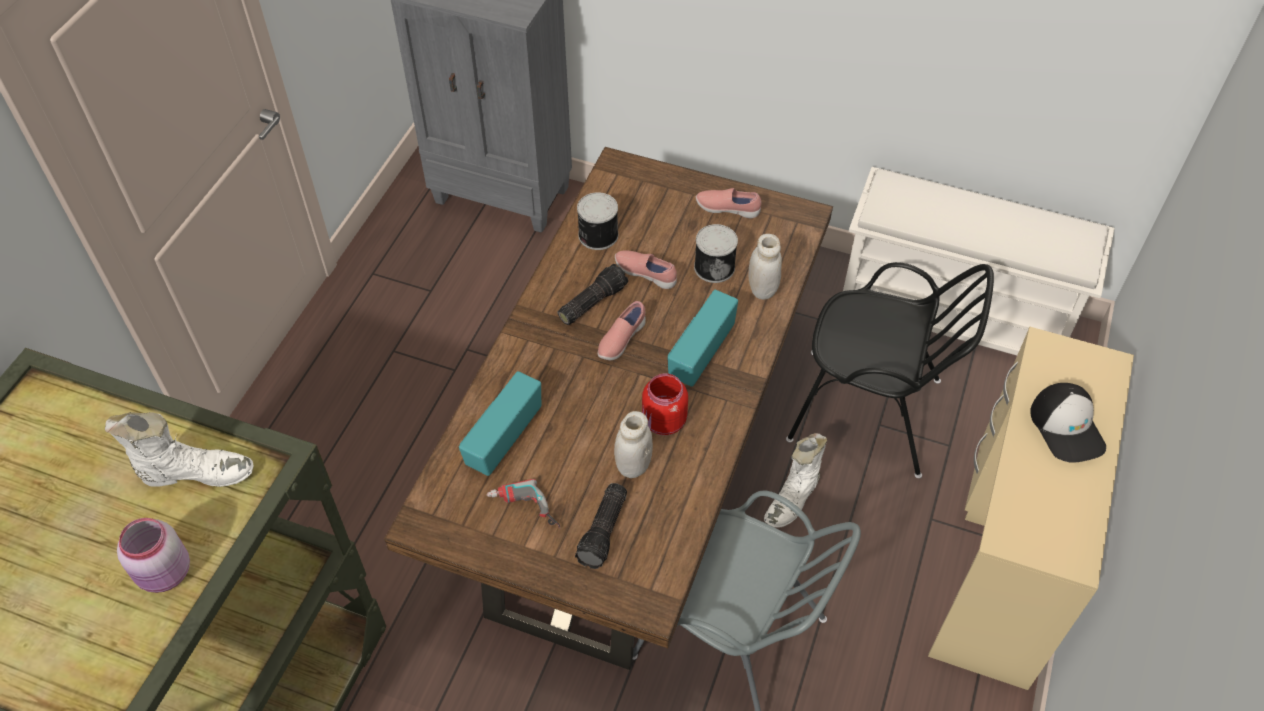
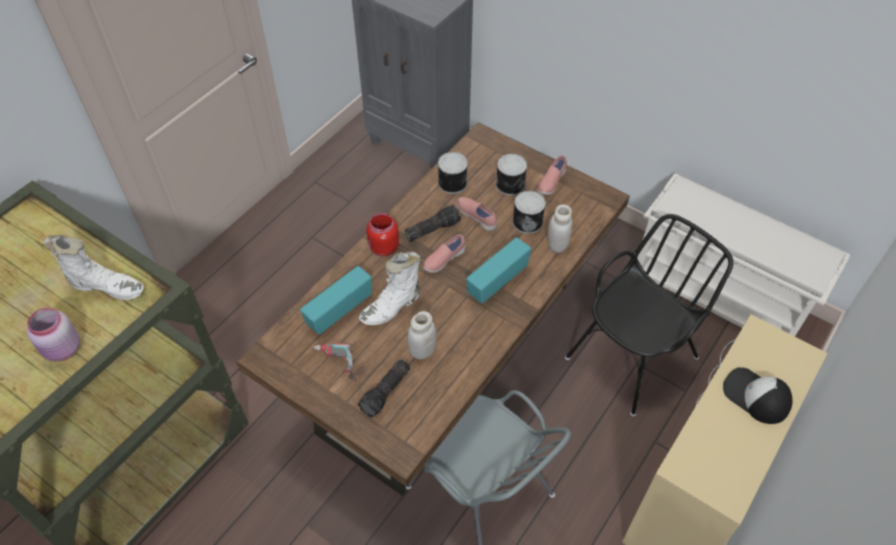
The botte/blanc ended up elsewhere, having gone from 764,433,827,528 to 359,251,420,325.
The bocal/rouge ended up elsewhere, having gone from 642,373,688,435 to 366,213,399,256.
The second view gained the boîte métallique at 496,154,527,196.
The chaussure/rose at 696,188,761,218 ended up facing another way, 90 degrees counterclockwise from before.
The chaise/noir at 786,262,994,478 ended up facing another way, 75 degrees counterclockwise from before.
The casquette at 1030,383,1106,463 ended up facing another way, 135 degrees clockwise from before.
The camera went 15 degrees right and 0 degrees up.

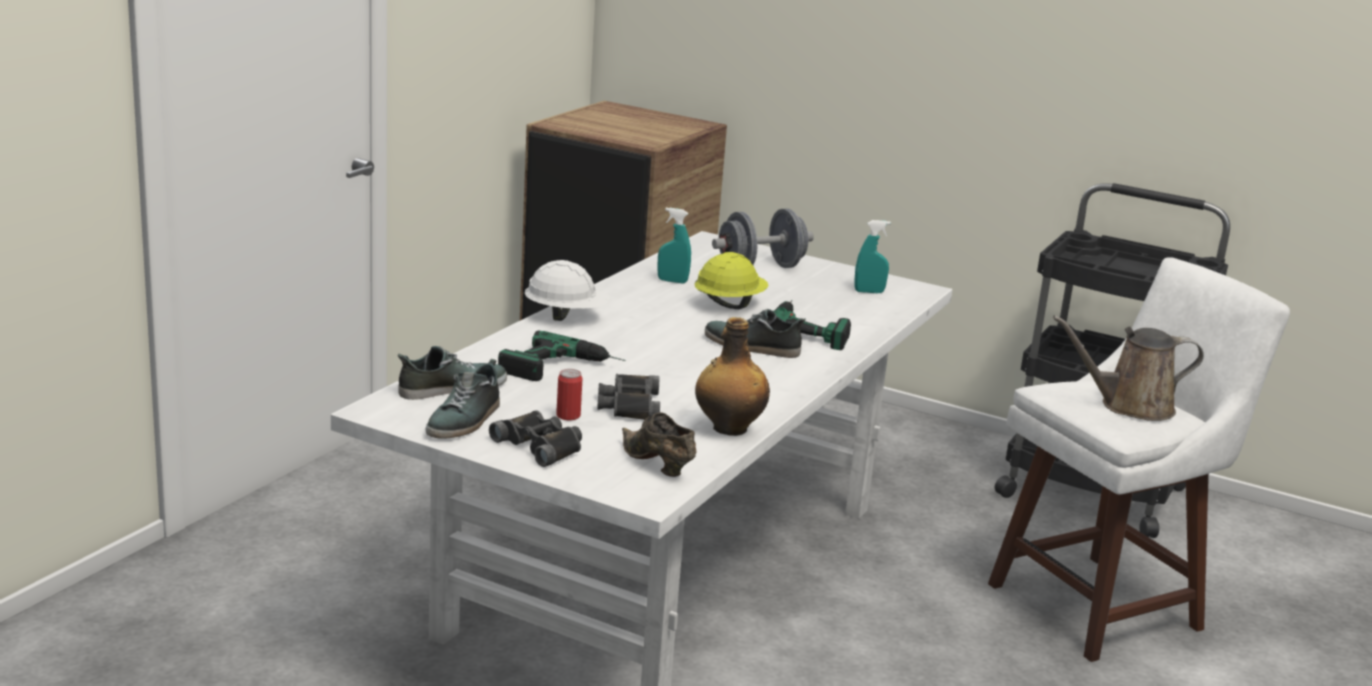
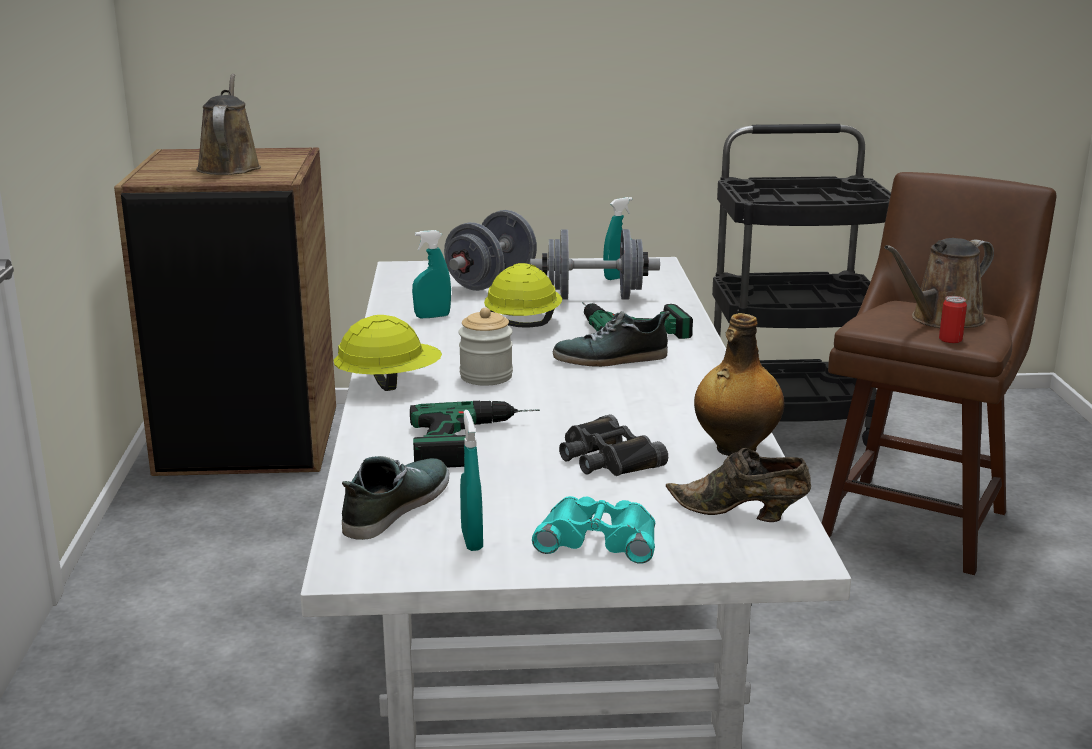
The second view gained the arrosoir/marron at 196,74,261,175.
What was the casque de chantier/blanc at 525,260,611,321 turned into the casque de chantier/jaune at 334,315,442,391.
The second view gained the bocal at 459,308,513,386.
Where the chaussure stood at 426,359,500,439, the vaporisateur/turquoise came to stand at 460,410,483,551.
The second view gained the haltère/gris at 530,229,660,300.
What was the jumelles/noir at 489,410,582,467 turned into the jumelles/turquoise at 532,496,655,564.
What was the tabouret/blanc at 988,257,1290,662 turned into the tabouret/marron at 822,172,1056,575.
The boîte métallique ended up elsewhere, having gone from 556,369,582,420 to 939,296,967,343.
The camera went 30 degrees left and 0 degrees up.

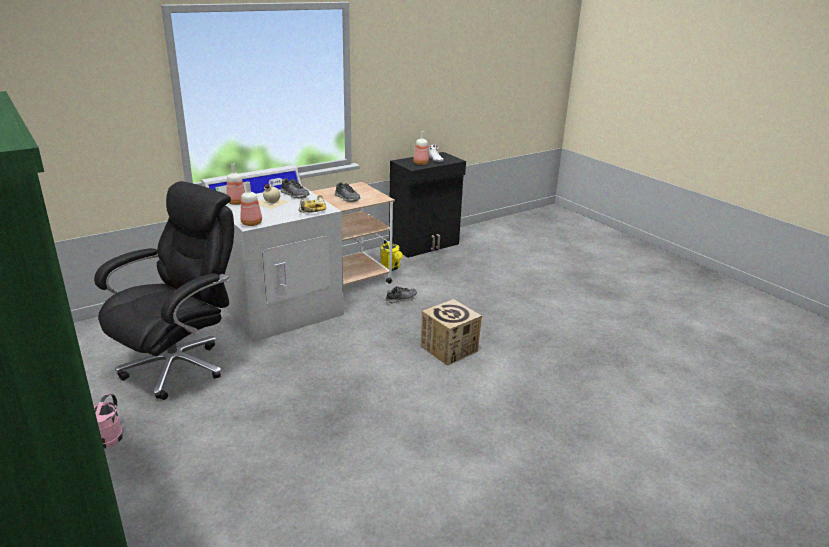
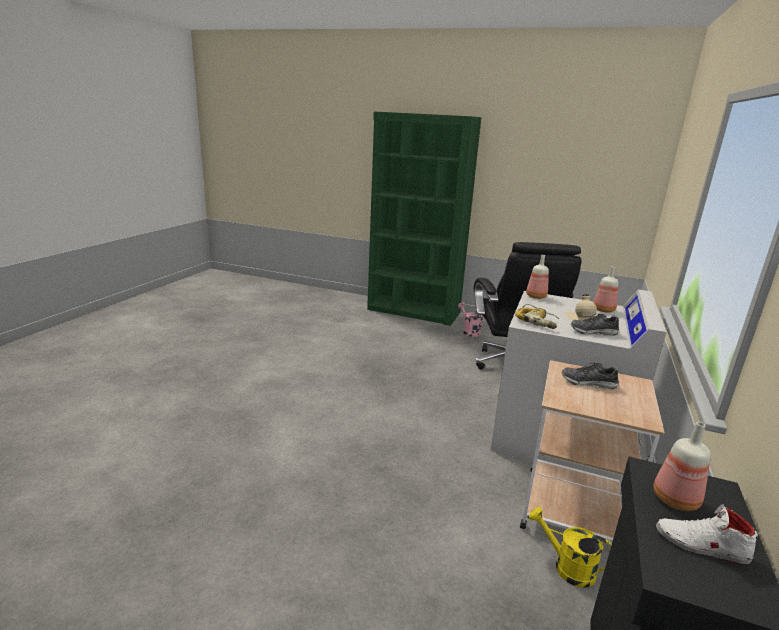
The second view lost the chaussure at 385,286,417,304.
The second view lost the carton at 421,299,482,366.
The camera went 145 degrees right and 5 degrees down.

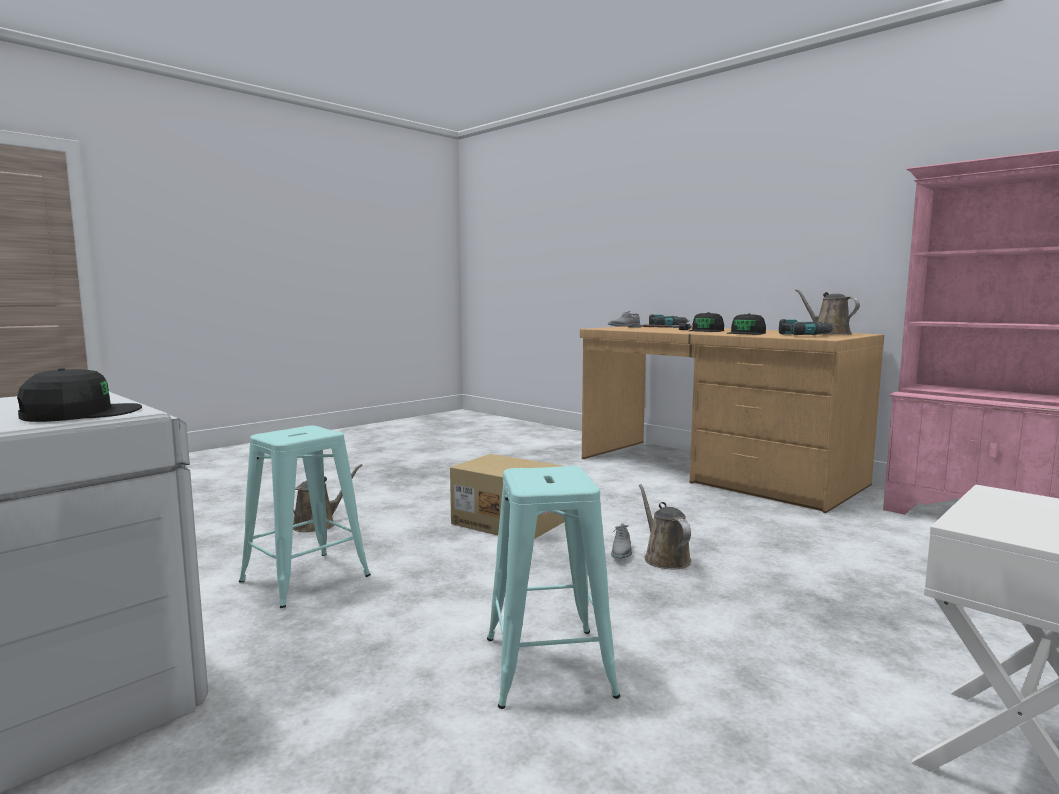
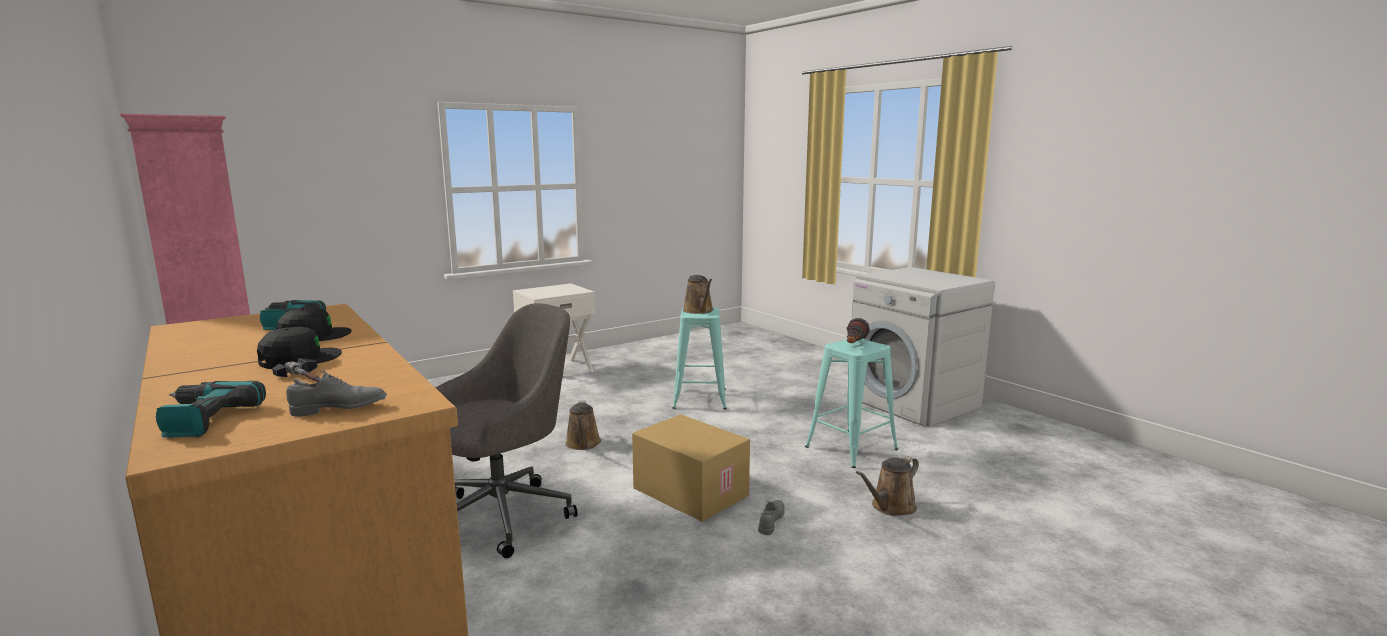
The second view gained the chaise de bureau/gris at 435,303,578,558.
The arrosoir/marron ended up elsewhere, having gone from 795,289,860,335 to 683,275,713,314.
The chaussure/gris ended up elsewhere, having gone from 611,523,632,559 to 758,500,785,535.
The second view gained the lampe de poche at 847,318,870,343.
The second view lost the casquette/noir at 17,368,142,422.
The camera went 170 degrees left and 5 degrees up.

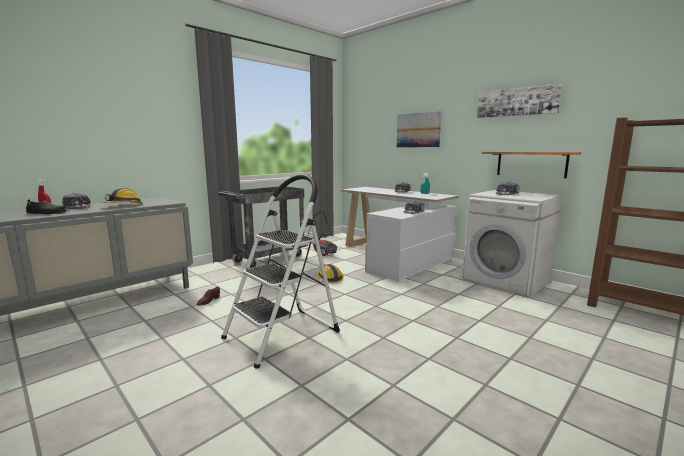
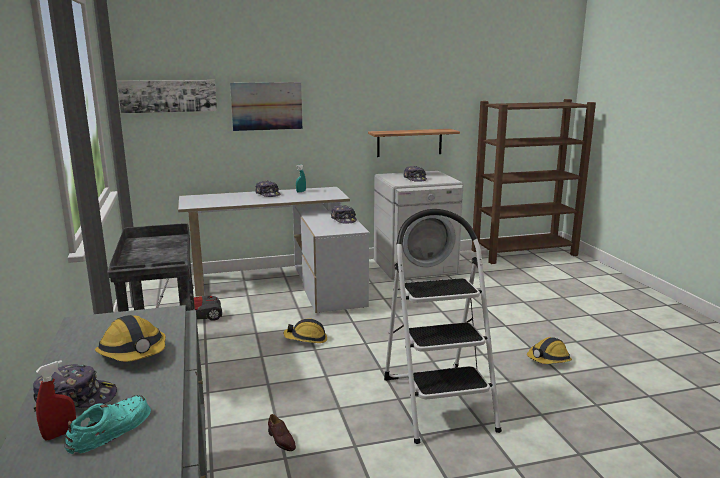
What was the chaussure/noir at 26,200,66,214 turned into the chaussure/turquoise at 64,395,151,454.
The tableau ended up elsewhere, having gone from 477,83,562,118 to 117,80,217,113.
The second view gained the casque de chantier at 527,337,572,364.
The camera went 60 degrees left and 5 degrees up.

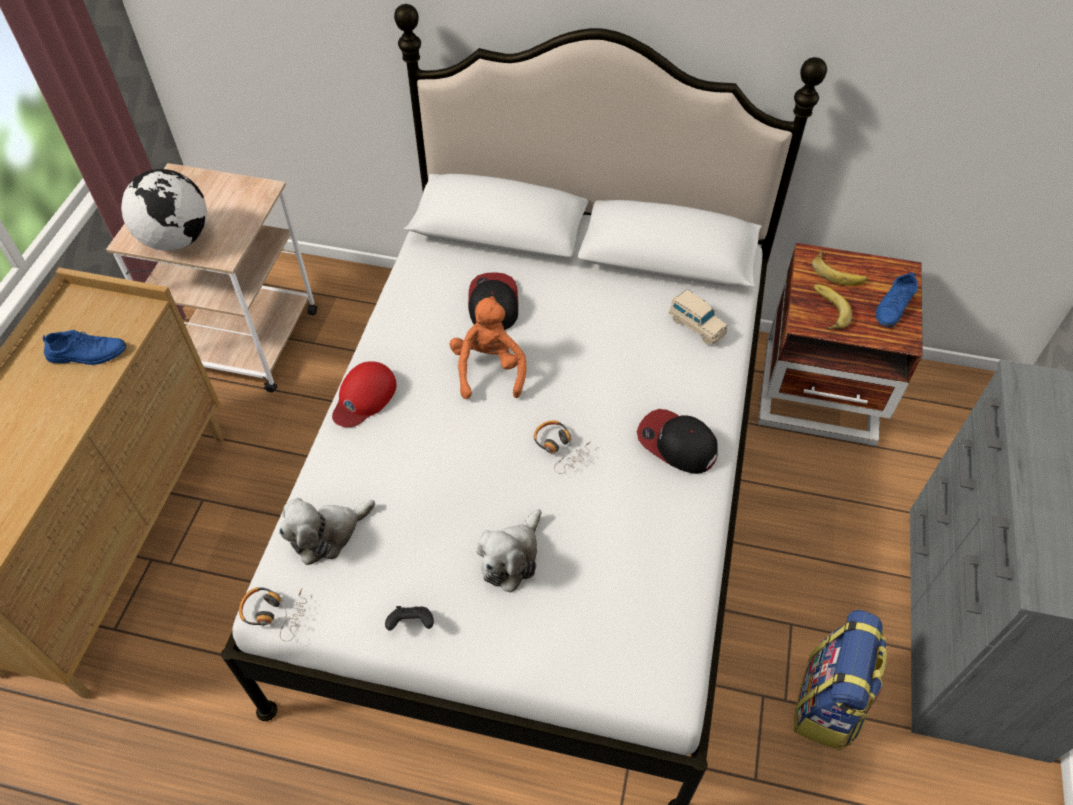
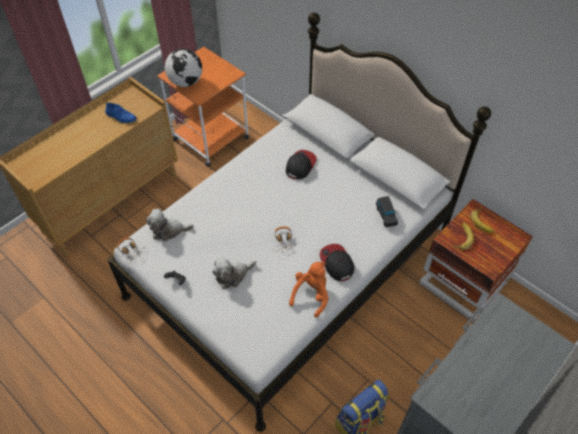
What was the chariot/beige at 106,163,318,392 turned into the chariot/orange at 157,47,249,167.
The peluche/orange ended up elsewhere, having gone from 450,296,527,399 to 289,262,329,318.
What was the petite voiture/beige at 669,290,728,345 turned into the petite voiture/noir at 376,196,398,227.
The second view lost the casquette/rouge at 332,361,397,427.
The second view lost the chaussure/bleu at 876,272,918,327.
The camera went 30 degrees right and 0 degrees up.

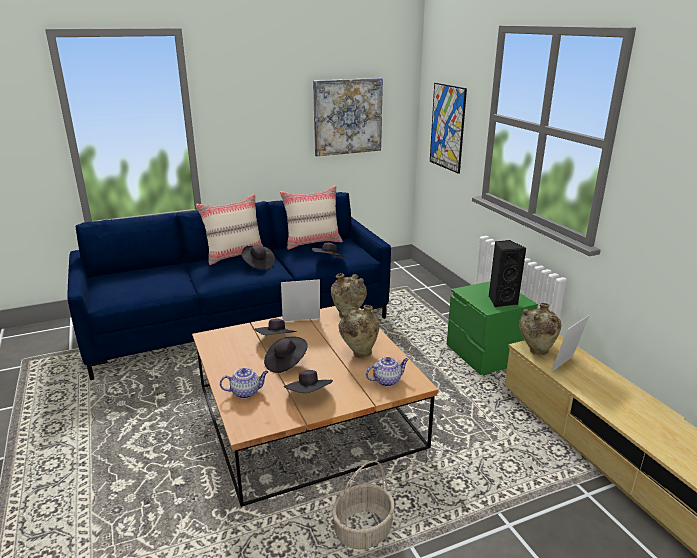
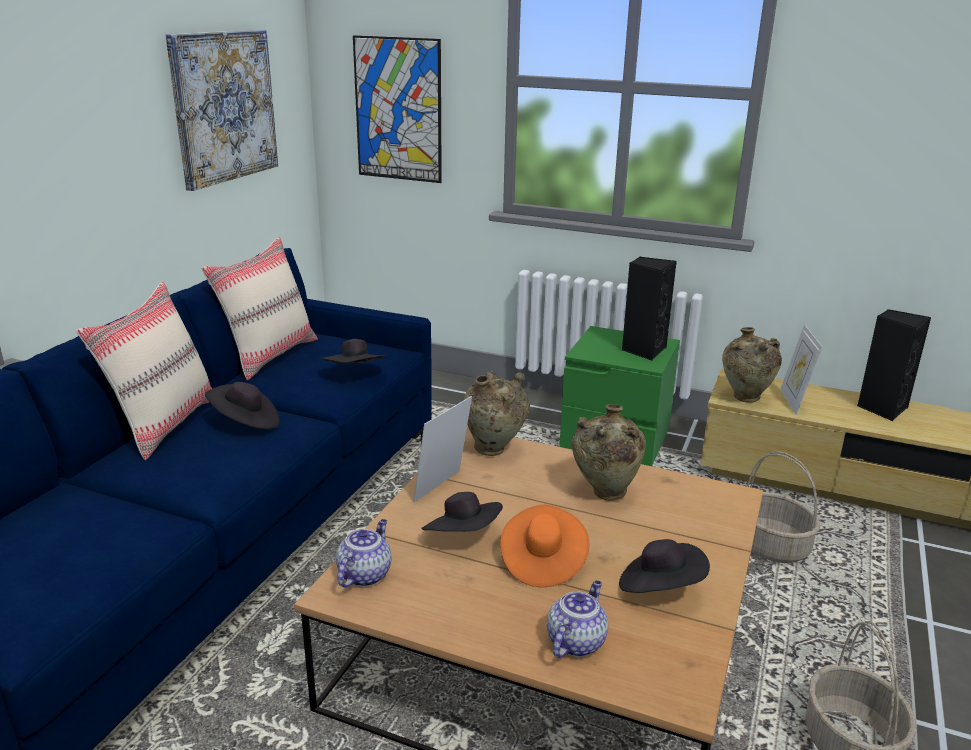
The théière ended up elsewhere, having gone from 366,357,409,386 to 336,519,391,587.
What was the chapeau/noir at 264,337,308,373 turned into the chapeau/orange at 500,505,589,587.
The second view gained the panier at 747,451,820,563.
The second view gained the enceinte/noir at 857,309,931,421.
The camera went 45 degrees left and 0 degrees up.

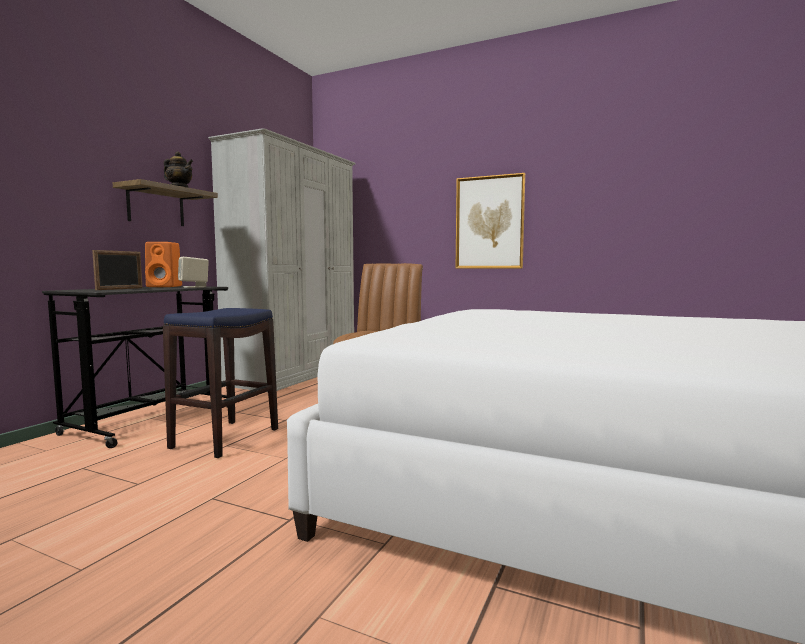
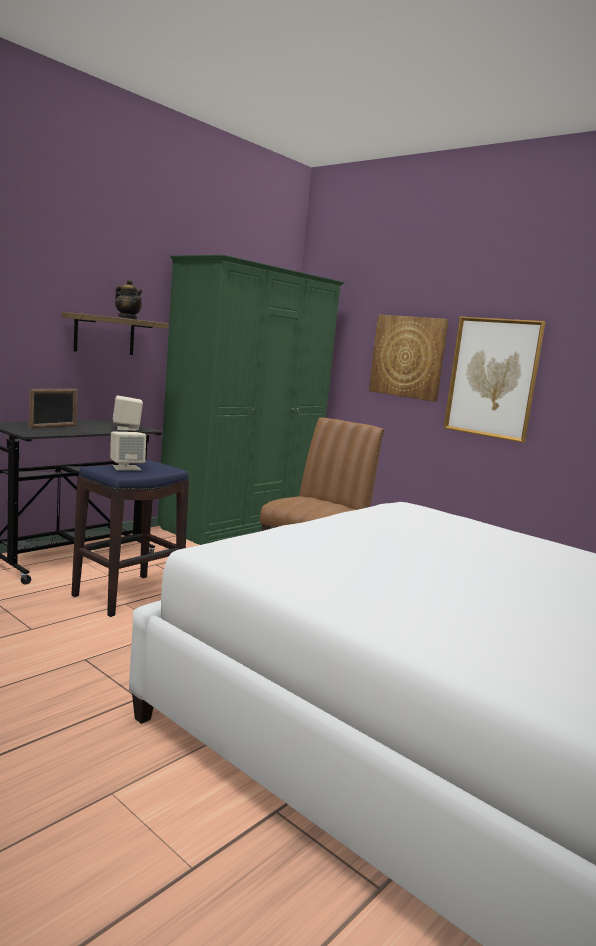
The second view gained the enceinte/beige at 110,432,146,471.
What was the armoire/blanc at 208,128,356,392 turned into the armoire/vert at 158,255,345,545.
The second view gained the tableau at 369,315,449,402.
The second view lost the enceinte/orange at 145,242,182,287.
The camera went 15 degrees right and 5 degrees up.

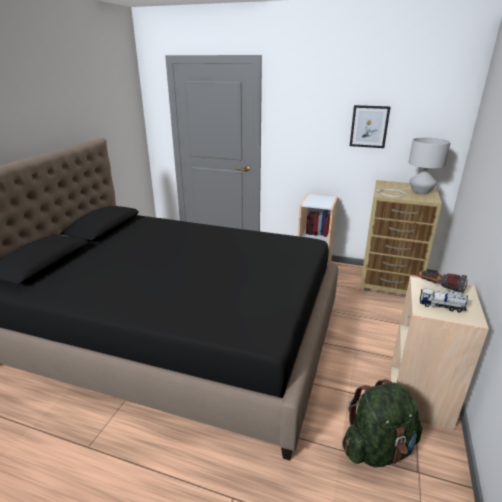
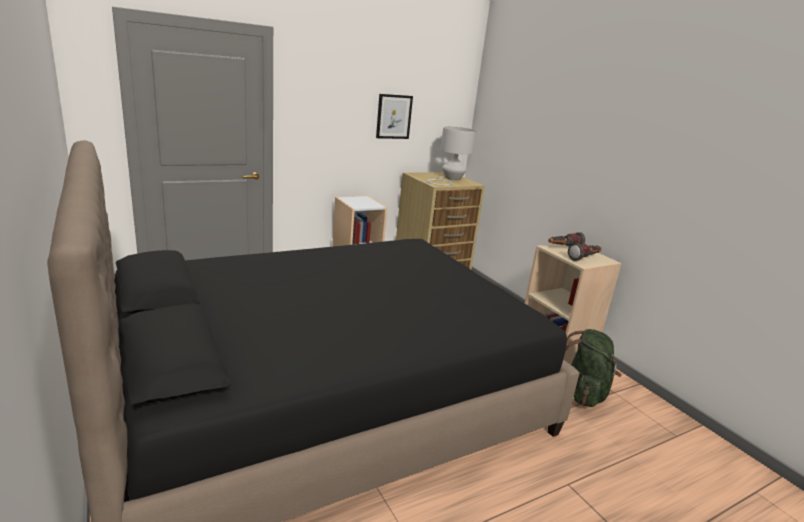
Where the camion jouet stood at 420,288,468,313, the lampe de poche came to stand at 568,243,602,261.
The camera went 50 degrees left and 5 degrees down.

